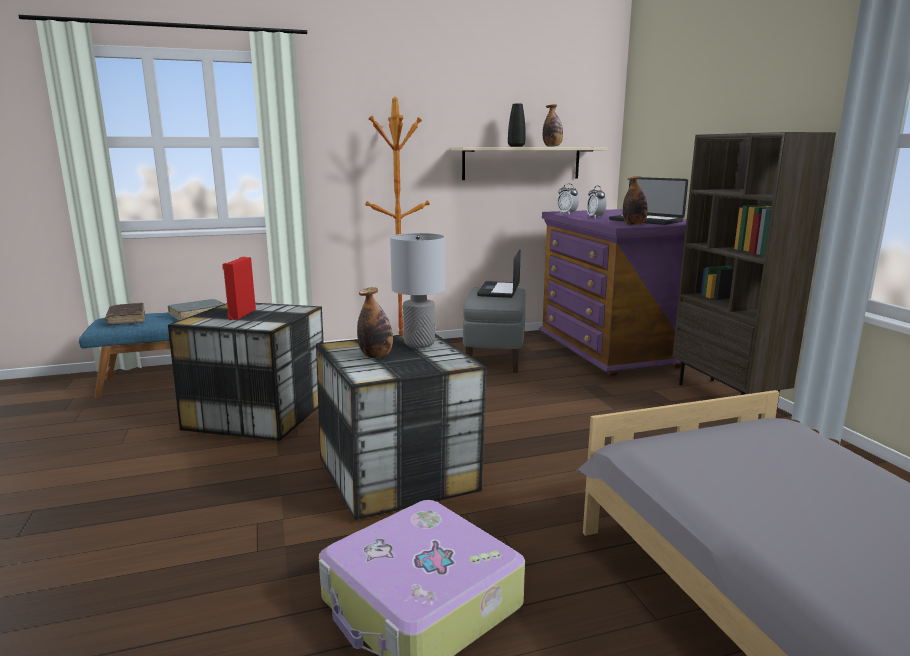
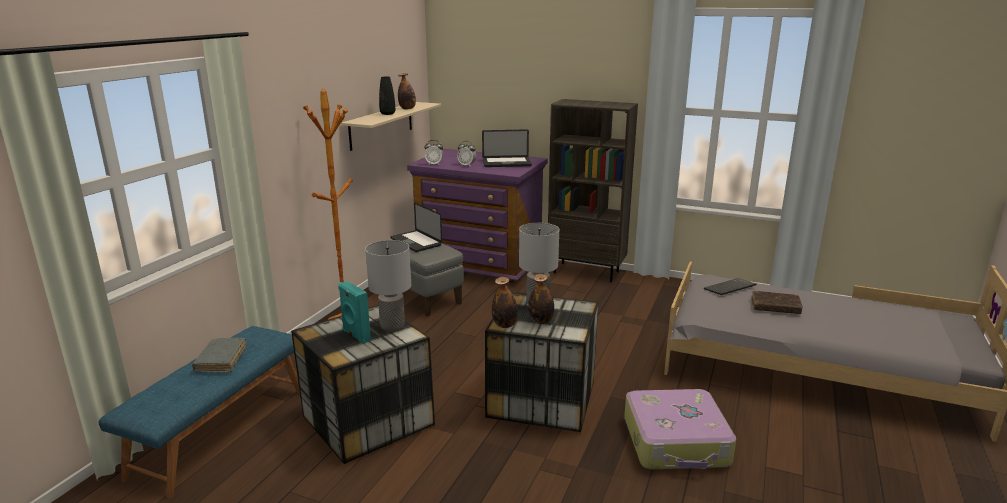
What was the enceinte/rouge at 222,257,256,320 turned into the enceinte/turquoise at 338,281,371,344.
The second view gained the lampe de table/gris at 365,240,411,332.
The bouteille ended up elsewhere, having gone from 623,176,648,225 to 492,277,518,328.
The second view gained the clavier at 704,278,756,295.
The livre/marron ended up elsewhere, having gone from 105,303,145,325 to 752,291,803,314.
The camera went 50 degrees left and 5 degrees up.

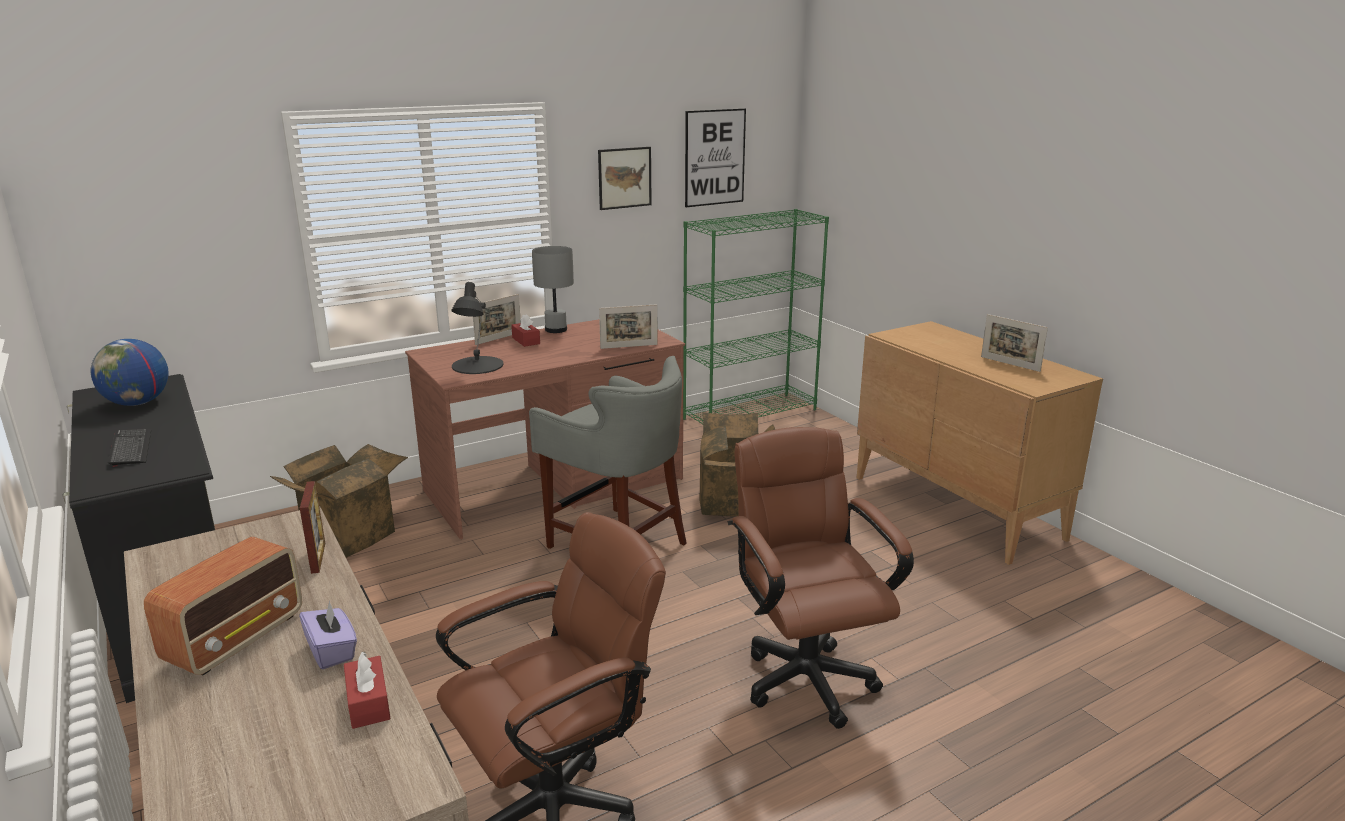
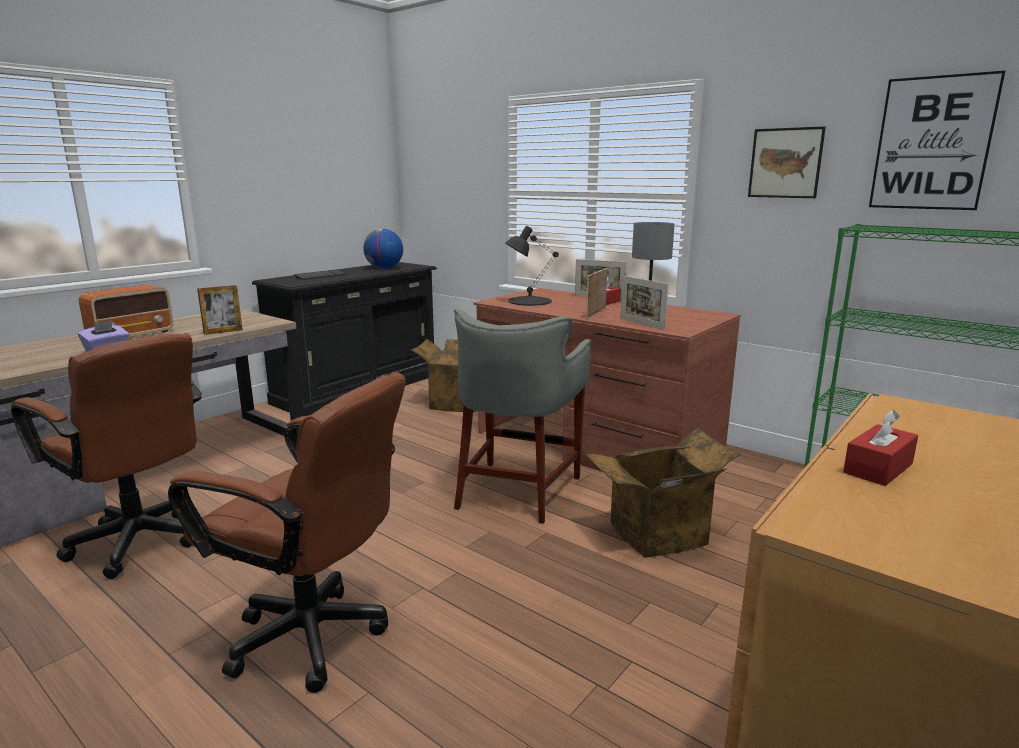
The radio at 144,537,302,675 ended up facing another way, 60 degrees counterclockwise from before.
The chaise de bureau/marron at 728,427,914,729 ended up facing another way, 60 degrees clockwise from before.
The cadre photo ended up elsewhere, having gone from 981,314,1048,372 to 586,268,607,319.
The boîte à mouchoirs/rouge ended up elsewhere, having gone from 344,652,390,729 to 843,409,918,486.
The camera went 70 degrees right and 5 degrees down.

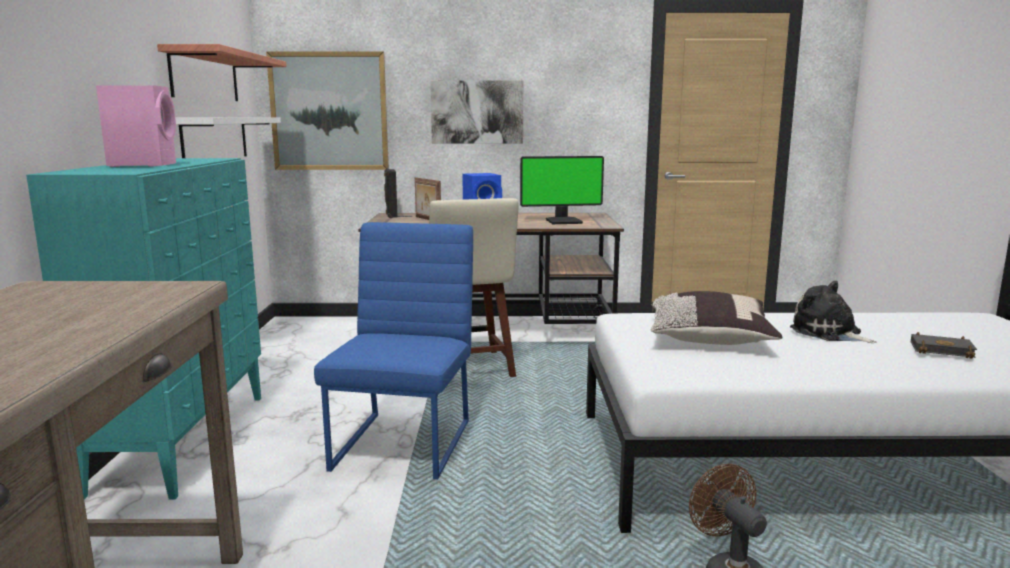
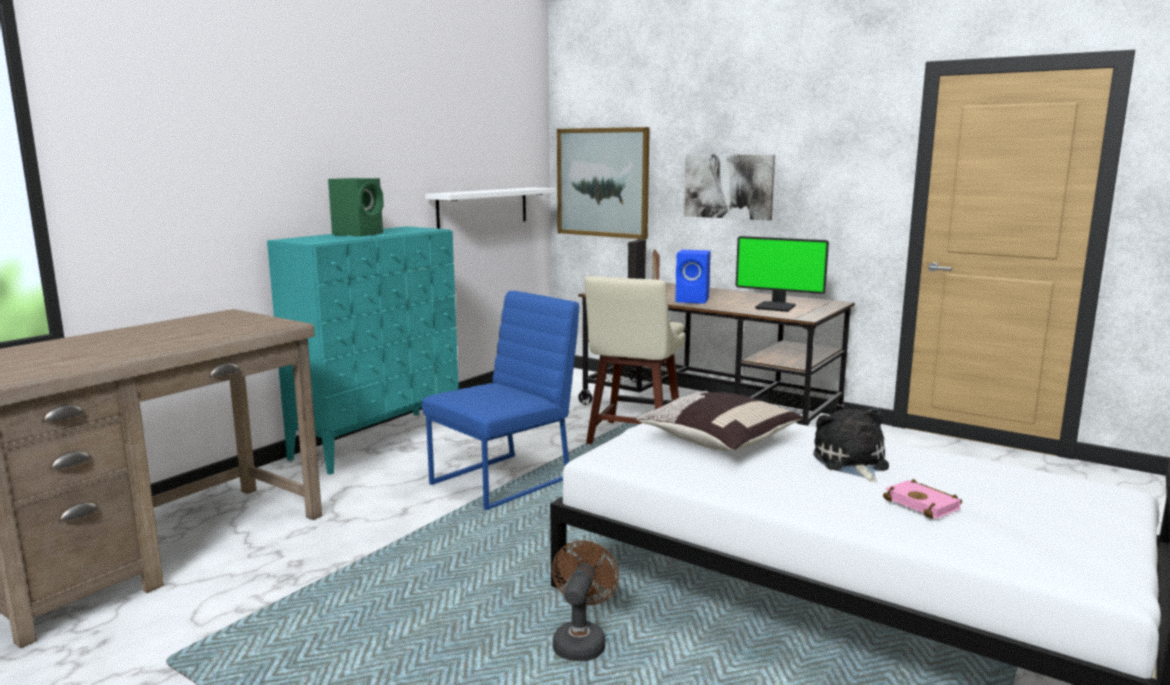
What was the enceinte/rose at 96,85,176,167 turned into the enceinte/vert at 328,178,384,237.
What was the livre/noir at 911,332,977,359 turned into the livre/rose at 883,479,962,519.
The second view lost the étagère at 157,44,287,101.
The camera went 35 degrees right and 0 degrees up.

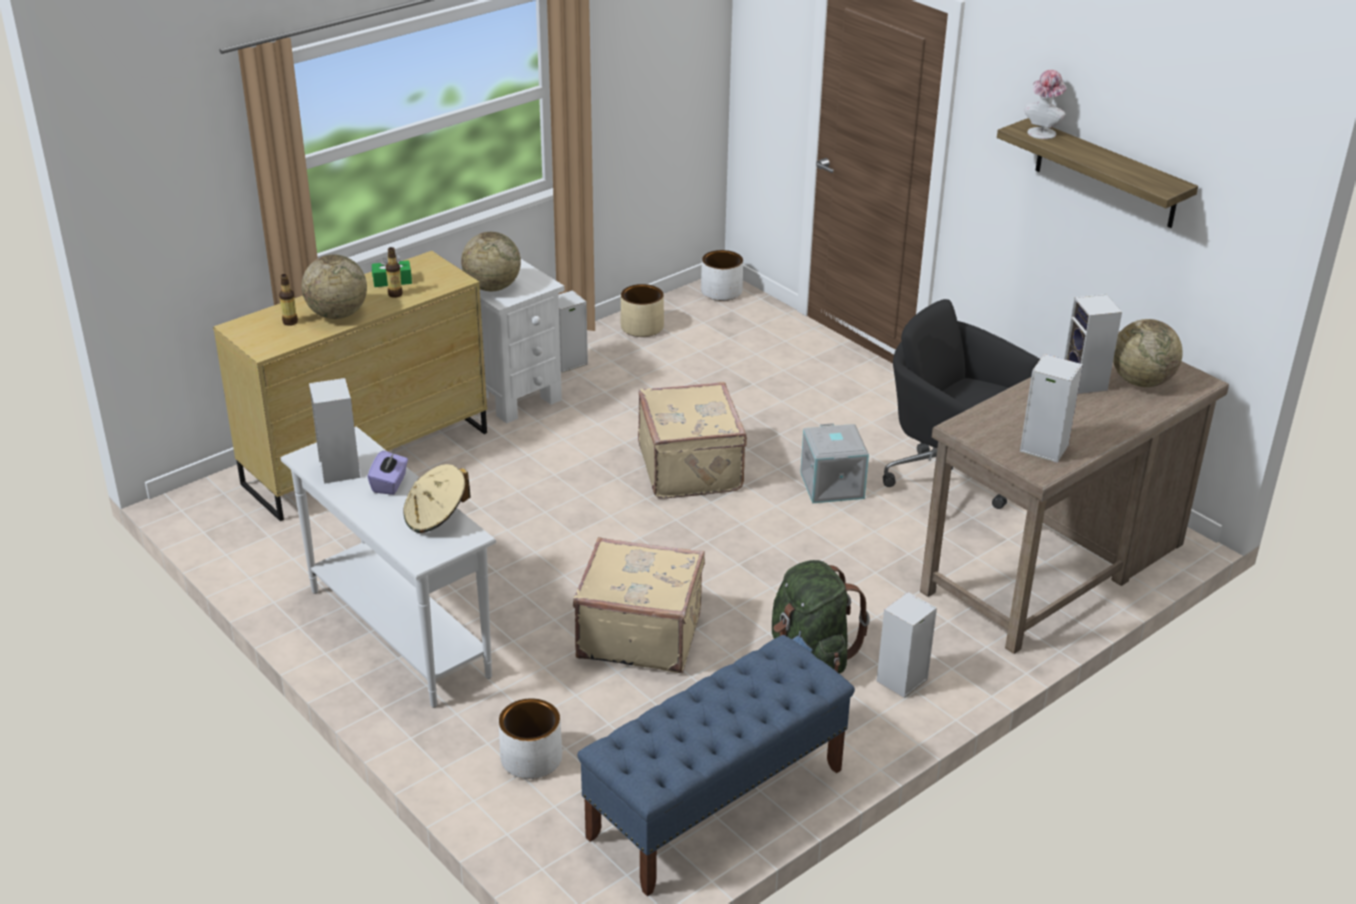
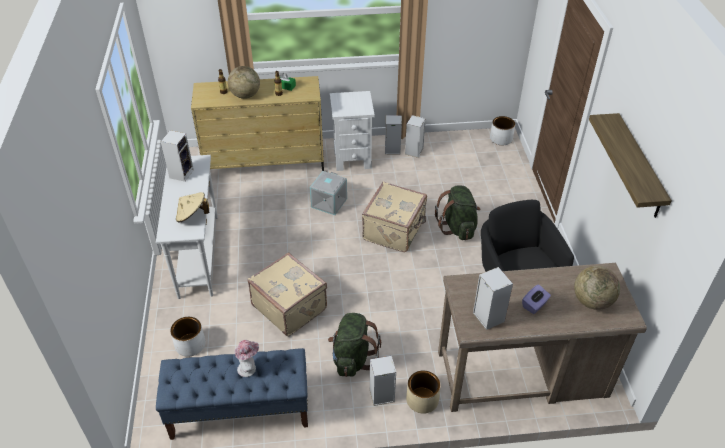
The chapeau ended up elsewhere, having gone from 1025,70,1067,139 to 234,340,259,377.
The boîte de rangement/gris ended up elsewhere, having gone from 800,423,869,503 to 310,171,347,215.
The enceinte ended up elsewhere, having gone from 1064,294,1122,394 to 405,115,426,158.
The cache-pot/beige ended up elsewhere, having gone from 621,284,664,337 to 406,370,441,414.
The second view gained the sac à dos/vert at 435,186,480,240.
The boîte à mouchoirs/violet ended up elsewhere, having gone from 368,450,408,495 to 522,284,551,314.
The second view lost the globe at 461,232,521,291.
The camera went 35 degrees right and 10 degrees up.

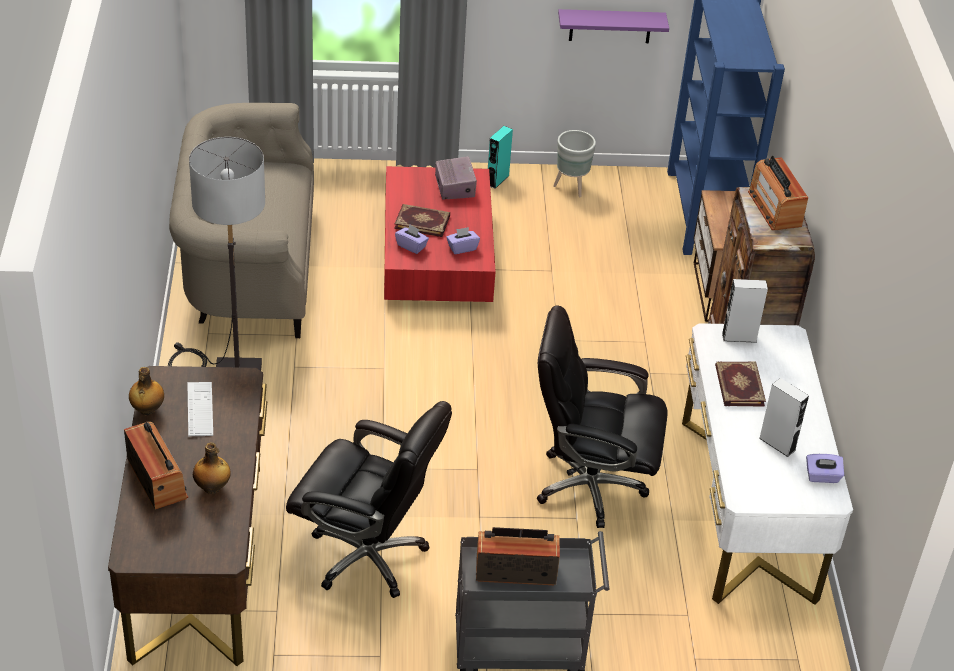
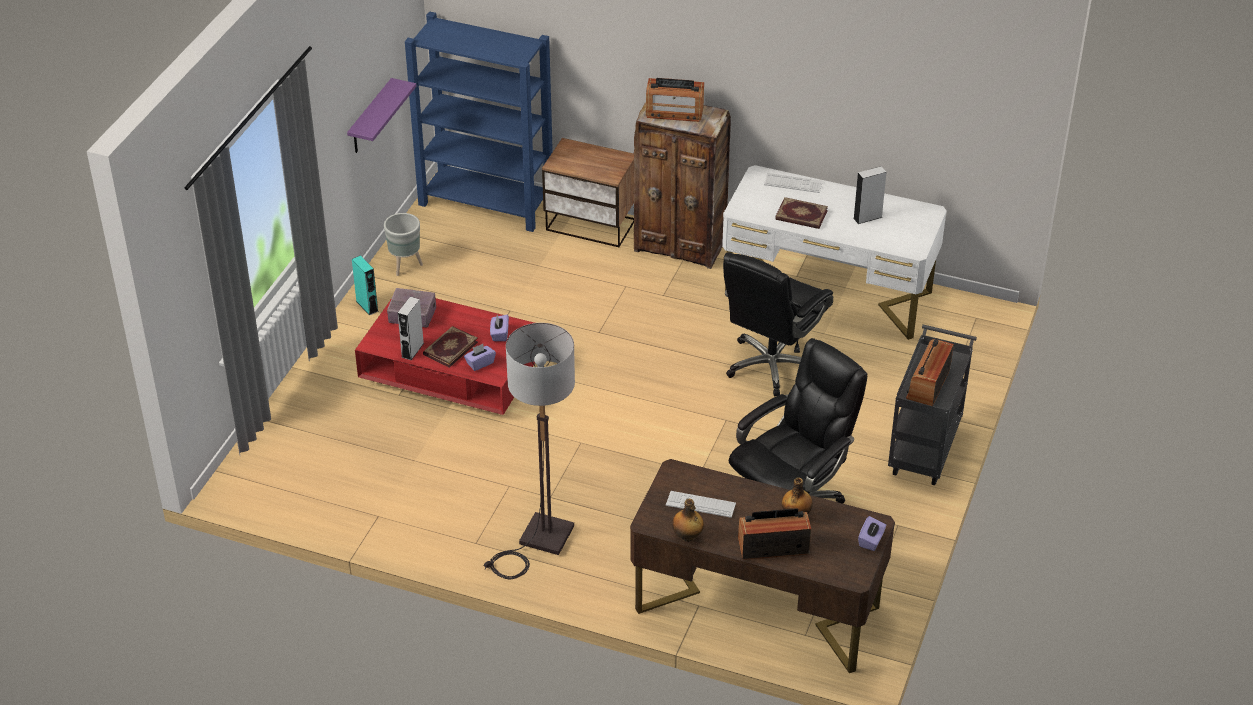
The enceinte/gris ended up elsewhere, having gone from 722,279,768,343 to 398,297,424,360.
The second view gained the clavier at 764,173,823,193.
The boîte à mouchoirs/violet ended up elsewhere, having gone from 806,454,844,483 to 858,516,886,551.
The second view lost the canapé/beige at 169,103,314,338.
The camera went 65 degrees left and 0 degrees up.

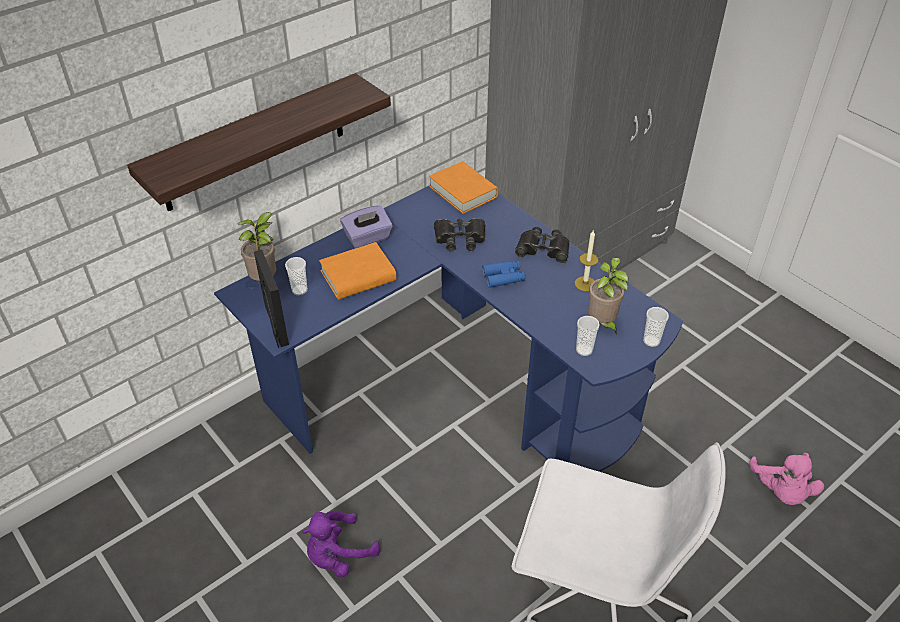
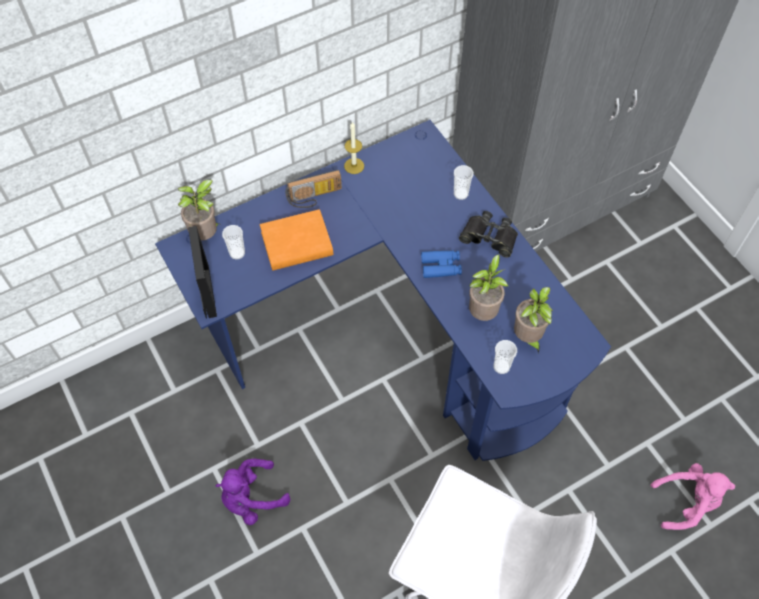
Where the boîte à mouchoirs/violet stood at 340,206,393,248, the radio came to stand at 285,170,342,208.
The bougie ended up elsewhere, having gone from 575,230,598,291 to 344,122,364,174.
The tasse ended up elsewhere, having gone from 643,307,669,347 to 454,165,474,200.
The second view gained the plante en pot at 469,255,508,321.
The peluche/rose at 749,453,824,505 ended up facing another way, 105 degrees counterclockwise from before.
The second view lost the étagère at 127,73,391,211.
The second view lost the livre/orange at 429,161,498,214.
The second view lost the jumelles/noir at 434,218,485,251.
The camera went 10 degrees right and 15 degrees up.

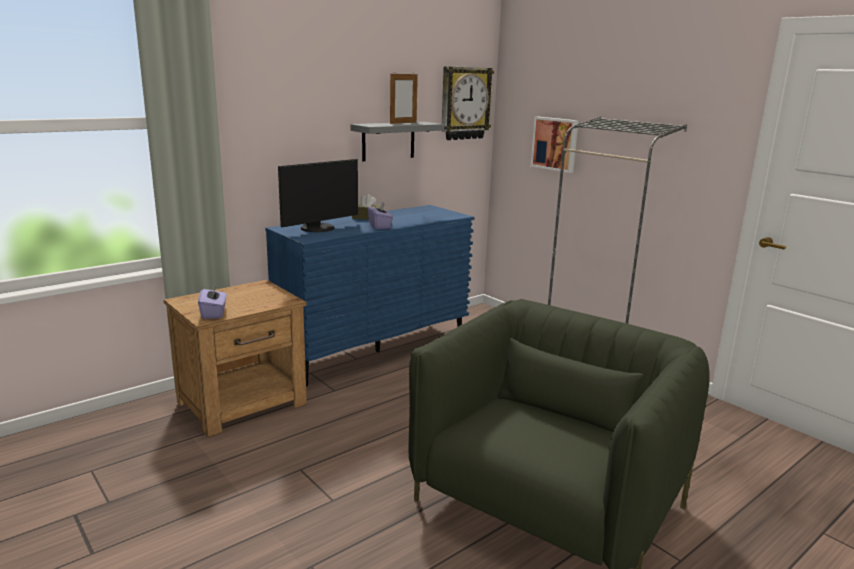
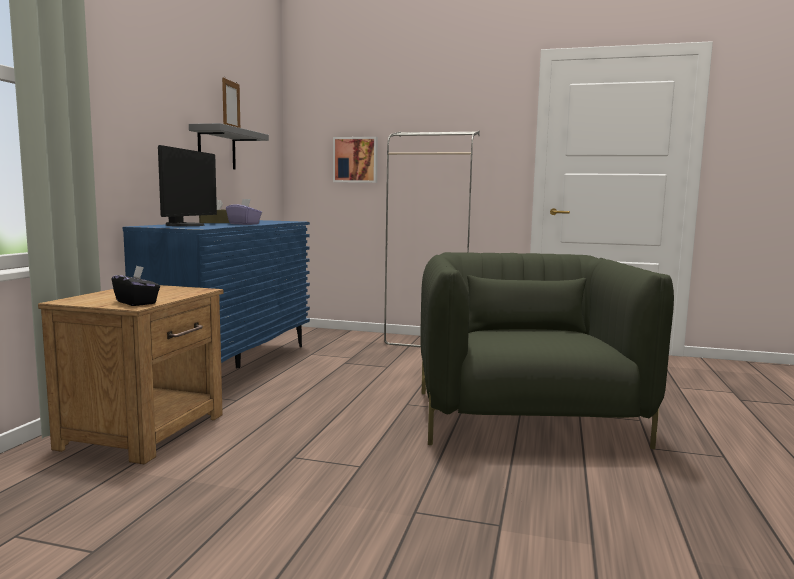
What was the boîte à mouchoirs/violet at 198,283,227,319 turned into the boîte à mouchoirs/noir at 112,266,160,306.
The second view lost the horloge murale at 442,66,494,140.
The camera went 35 degrees left and 10 degrees down.

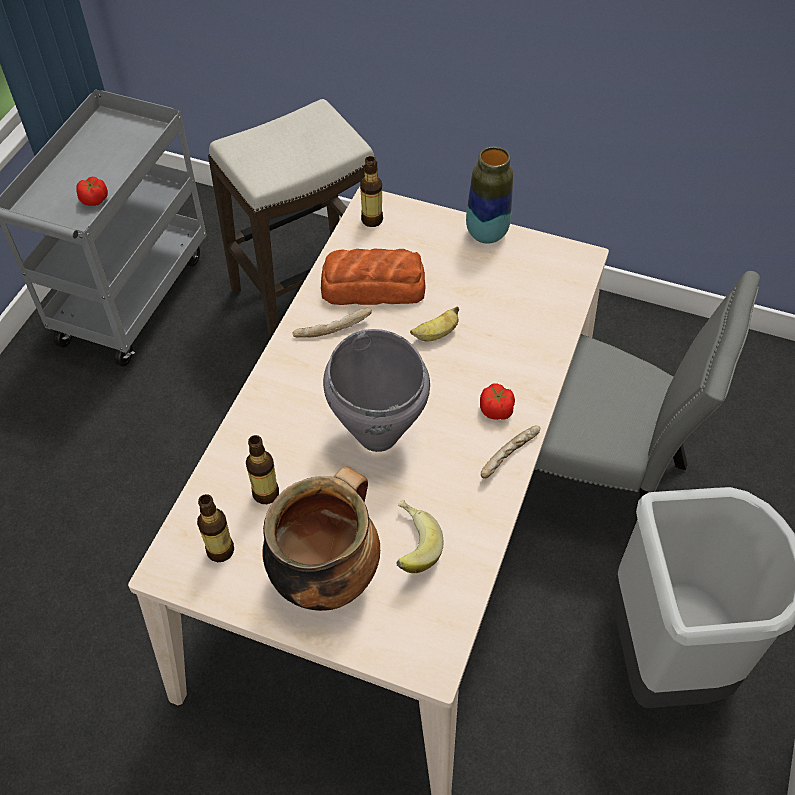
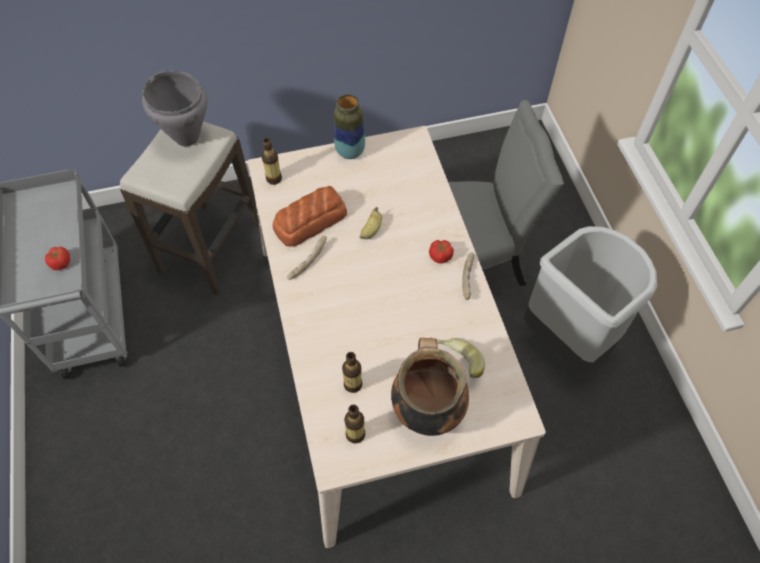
The marmite/gris ended up elsewhere, having gone from 323,329,430,452 to 142,70,207,147.
The camera went 35 degrees left and 5 degrees up.

